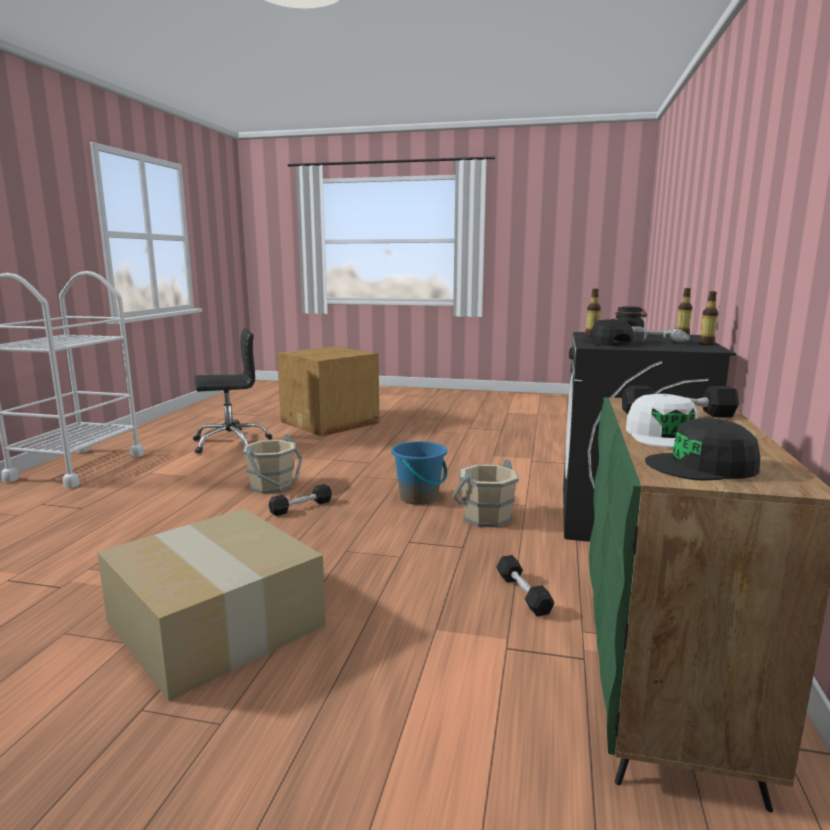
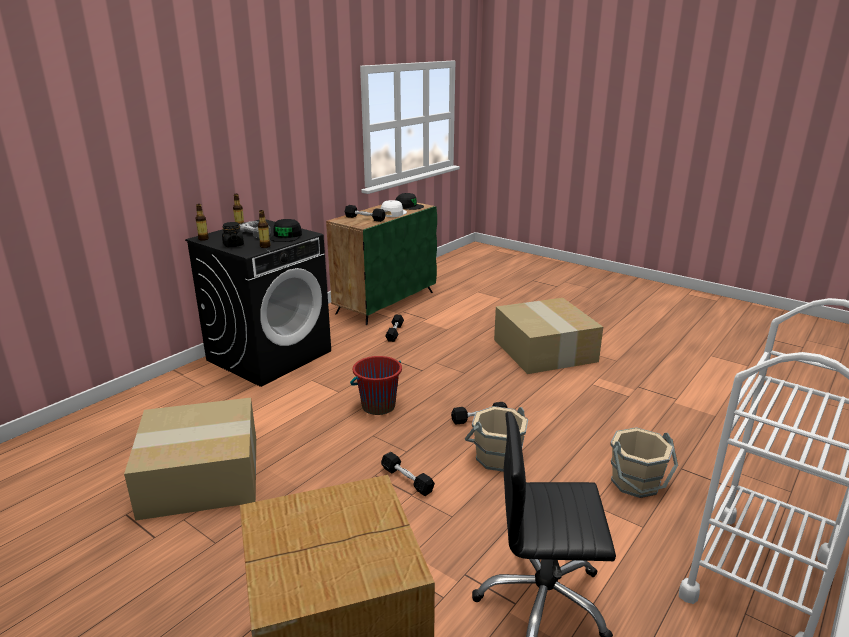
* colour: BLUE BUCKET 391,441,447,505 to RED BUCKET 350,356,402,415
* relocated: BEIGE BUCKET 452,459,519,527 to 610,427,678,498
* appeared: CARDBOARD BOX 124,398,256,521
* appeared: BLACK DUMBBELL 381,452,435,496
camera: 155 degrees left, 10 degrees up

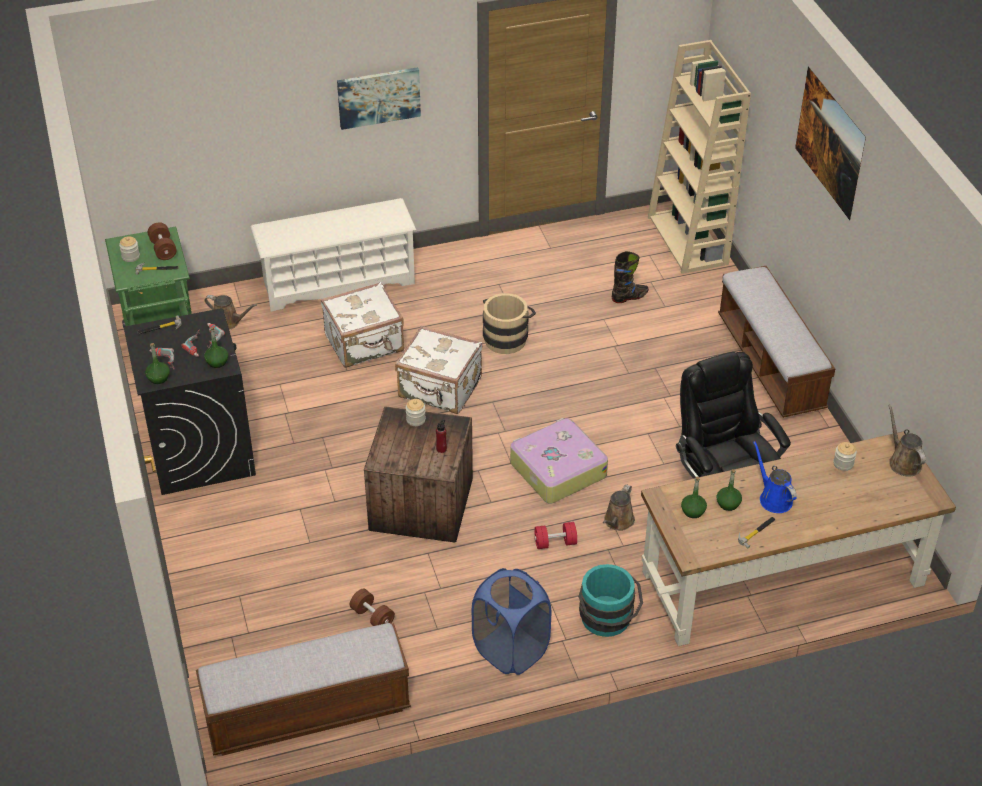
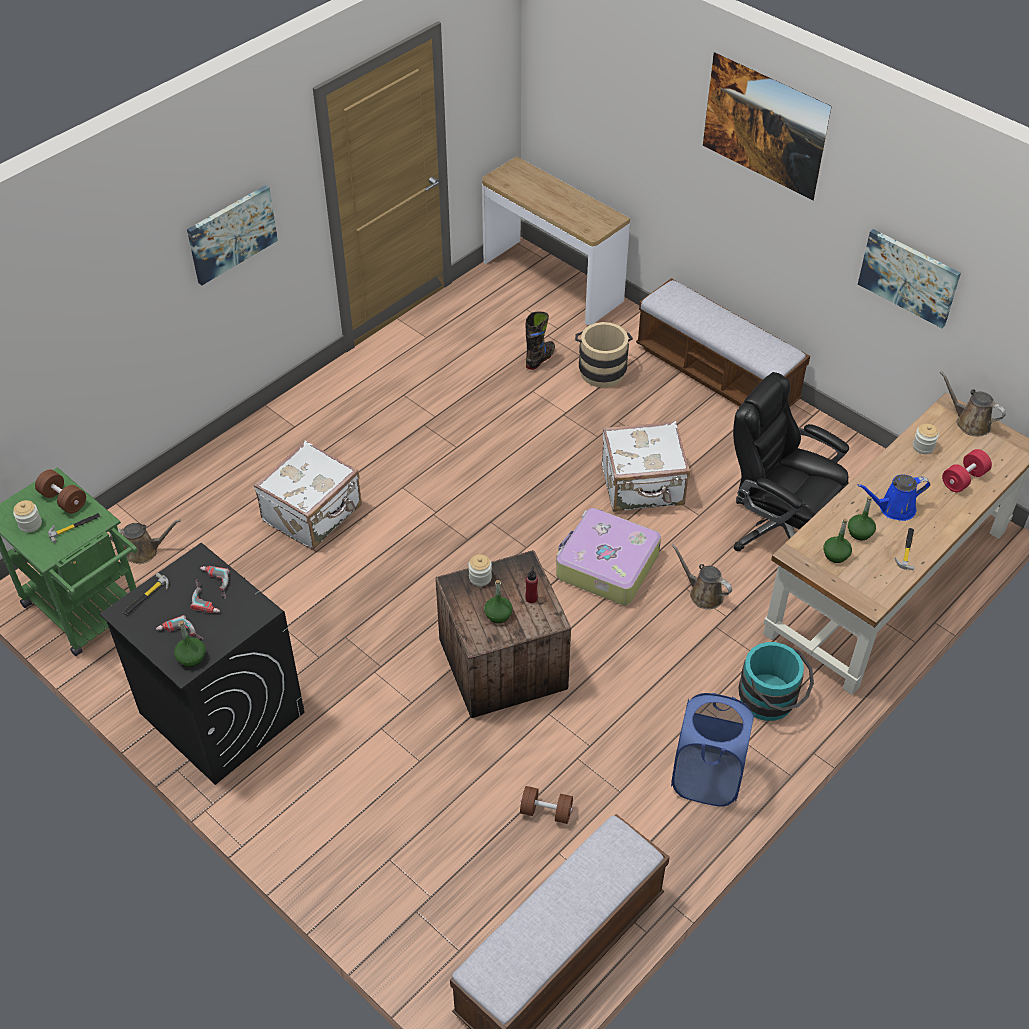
* exchanged: BEIGE BOOKCASE 648,40,751,274 to CONSOLE TABLE 482,156,630,325
* missing: WHITE SHOE RACK 251,198,416,312
* relocated: BEIGE BUCKET 483,293,536,354 to 575,322,633,388
* relocated: WHITE SUITCASE 395,326,482,414 to 602,421,690,512
* relocated: GREEN BOTTLE 204,327,228,368 to 484,580,513,623
* spun: BLUE WATERING CAN 753,441,797,513 = 858,475,930,521 45 degrees counterclockwise
* spun: BROWN WATERING CAN 603,484,635,531 = 671,544,732,609 135 degrees clockwise
* relocated: RED DUMBBELL 534,522,577,549 to 942,449,992,493
* appeared: PICTURE 858,229,961,328
camera: 30 degrees left, 5 degrees up

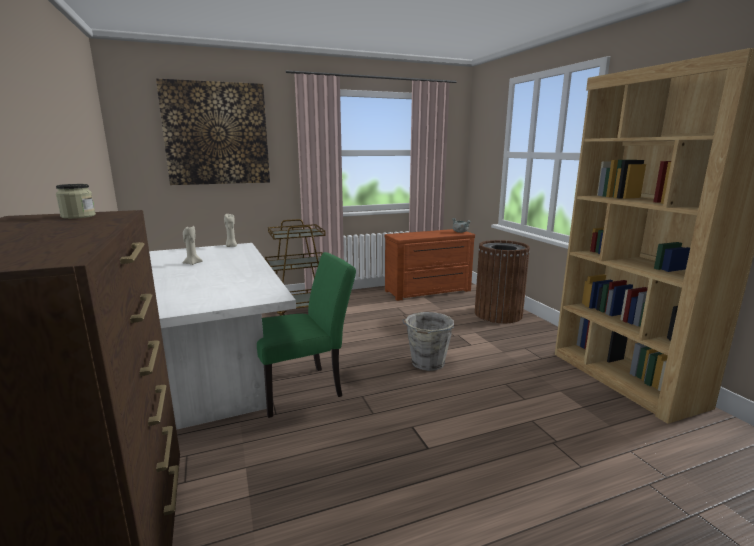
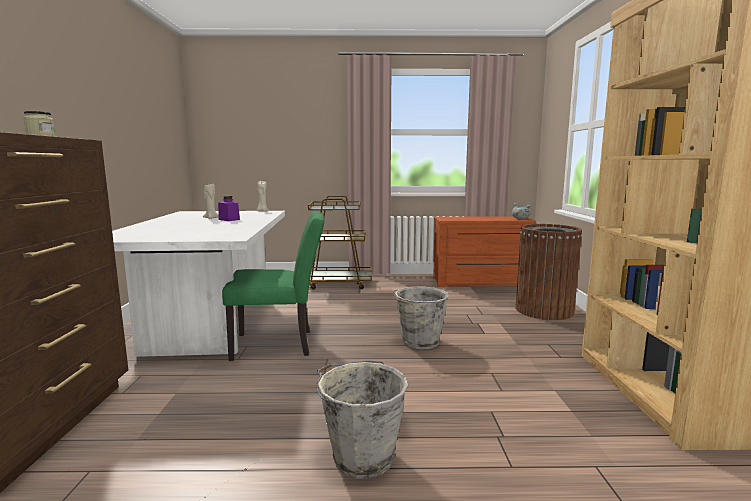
* missing: PICTURE 156,79,270,185
* appeared: PURPLE JAR 218,196,240,221
* appeared: GREY BUCKET 316,360,408,478
camera: 20 degrees right, 5 degrees down

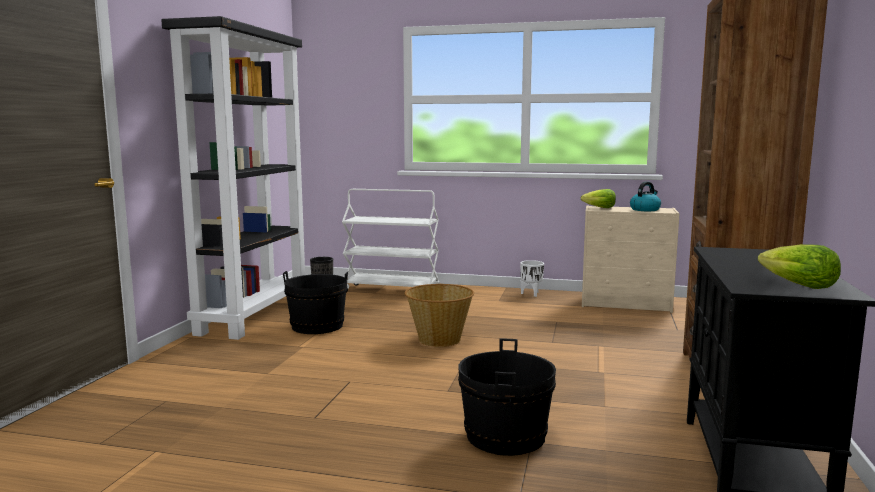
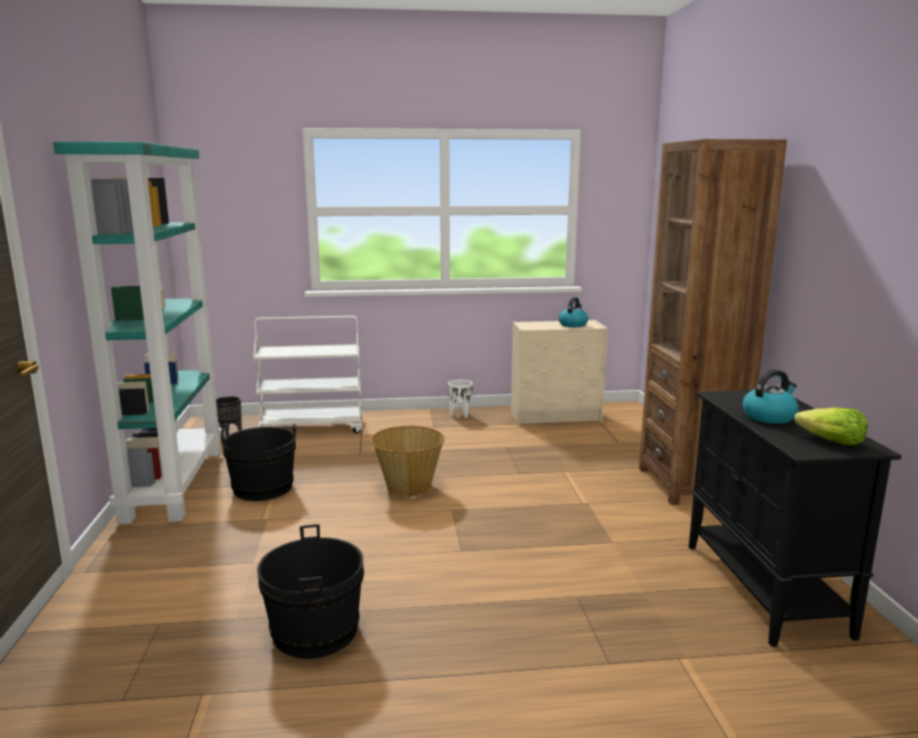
* colour: BLACK BOOKCASE 161,16,305,340 to TURQUOISE BOOKCASE 53,142,222,524
* missing: LETTUCE 581,189,616,208
* relocated: BLACK BUCKET 458,339,556,456 to 257,524,364,659
* appeared: KETTLE 742,369,798,424
camera: 20 degrees left, 5 degrees up

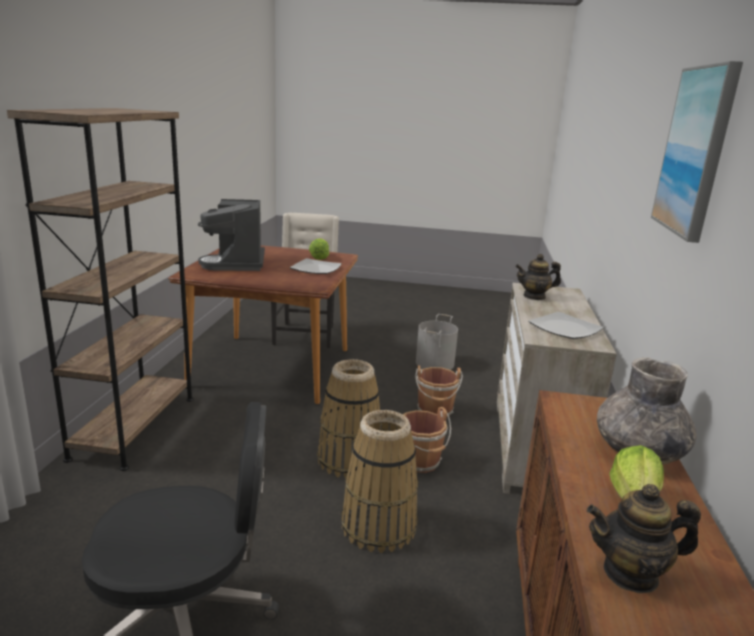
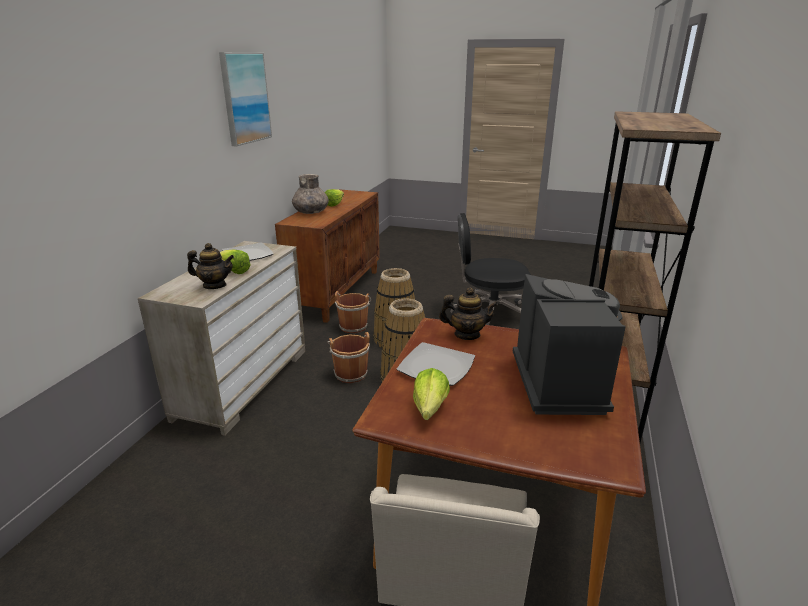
* missing: GREY BUCKET 416,314,458,370
* relocated: BROWN BUCKET 415,365,463,417 to 335,291,371,333
* relocated: TEAPOT 587,484,701,593 to 439,287,498,340
* appeared: LETTUCE 220,249,251,274
camera: 170 degrees left, 5 degrees up

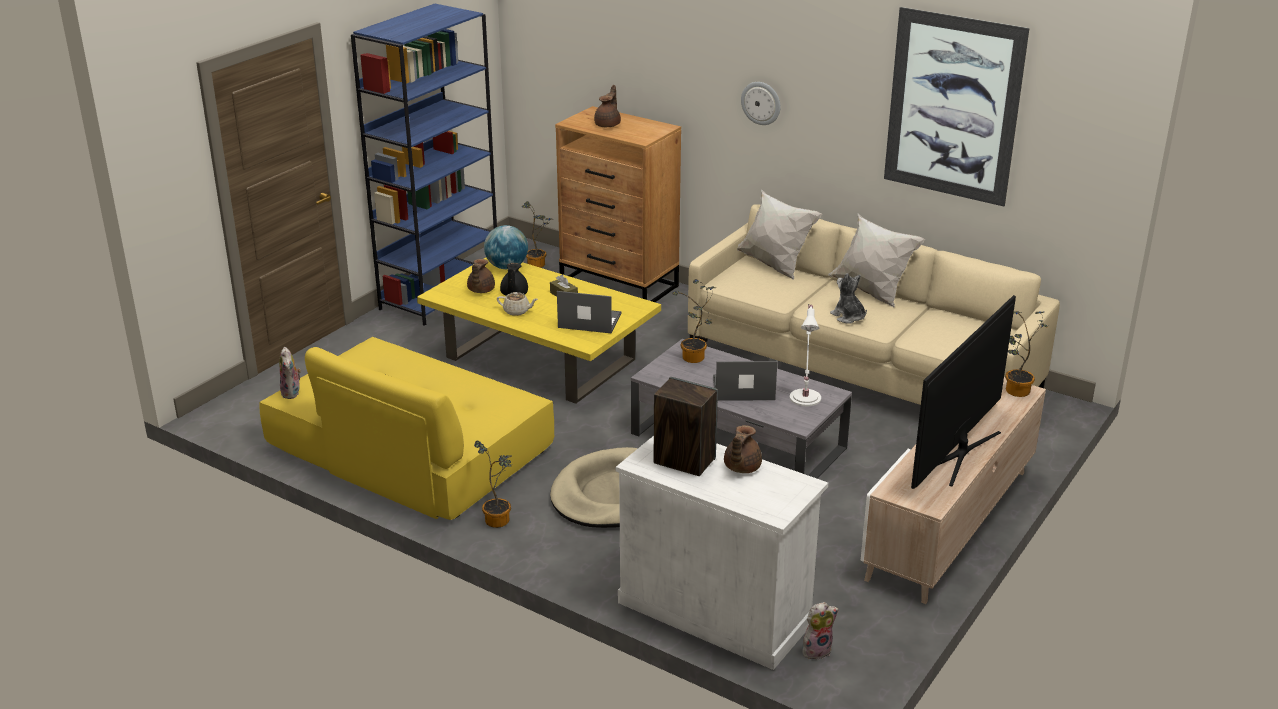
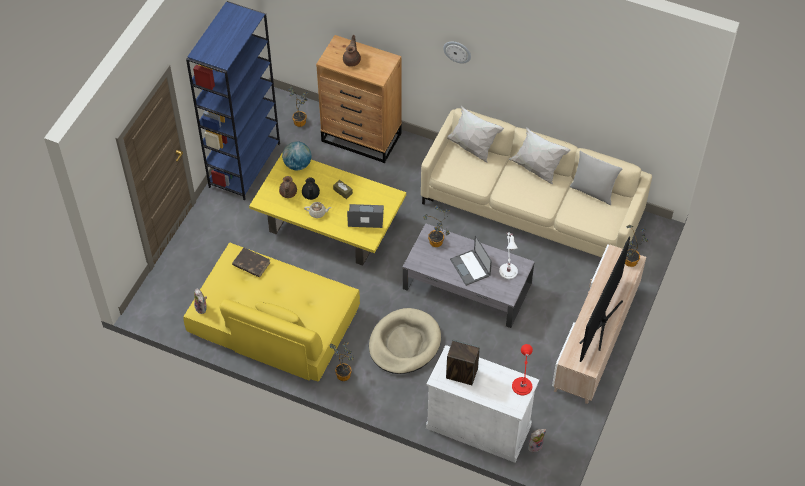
* missing: PICTURE 884,7,1030,207
* missing: PLUSH TOY 830,273,867,324
* spun: LAPTOP 713,361,777,401 = 450,235,492,286 105 degrees counterclockwise
* missing: BROWN TEAPOT 724,425,762,473
* appeared: GREY PILLOW 570,151,622,205
* appeared: BROWN BOOK 232,248,271,277
* appeared: RED TABLE LAMP 512,344,533,395
camera: 10 degrees left, 25 degrees up

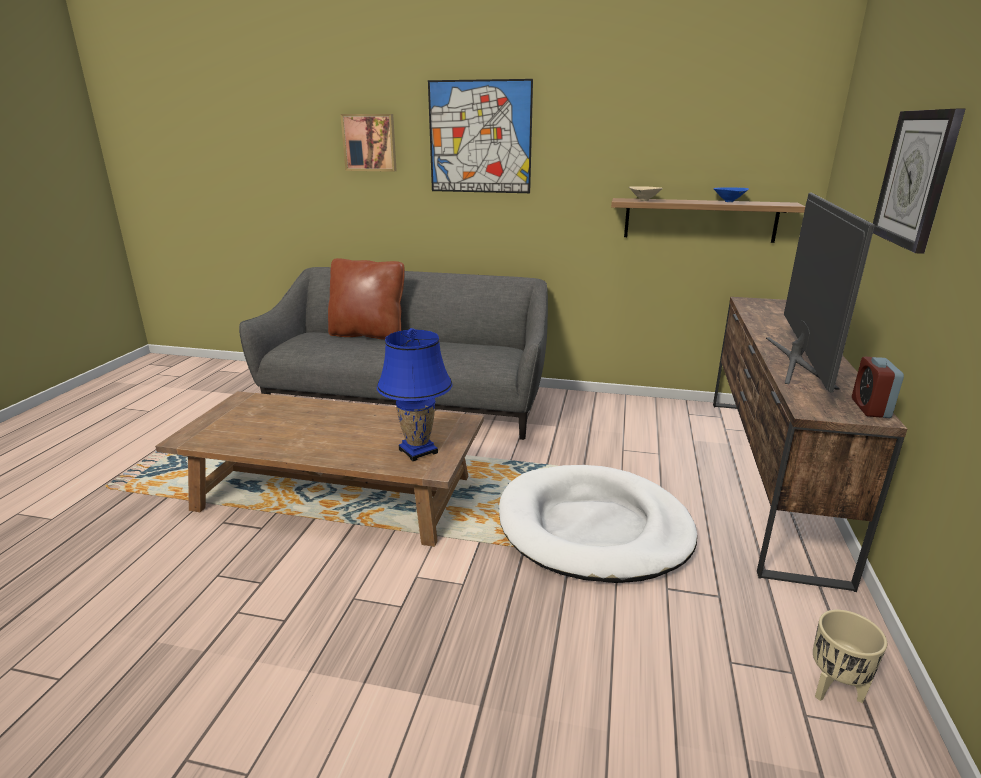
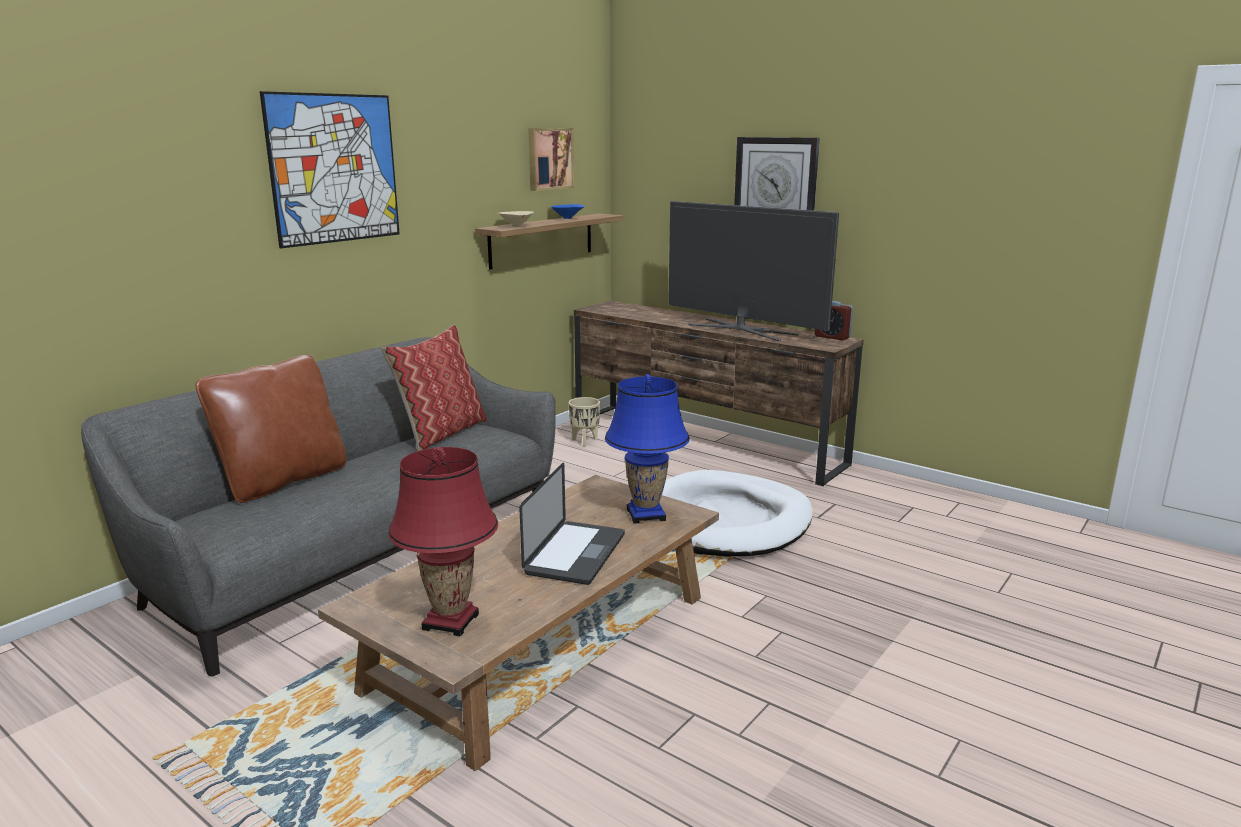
* relocated: PICTURE 340,114,397,172 to 528,128,575,191
* relocated: BEIGE PLANTER 813,610,887,703 to 569,397,600,446
* appeared: PILLOW 381,325,487,451
* appeared: RED TABLE LAMP 388,447,498,637
* appeared: LAPTOP 519,463,625,585
camera: 65 degrees left, 5 degrees down

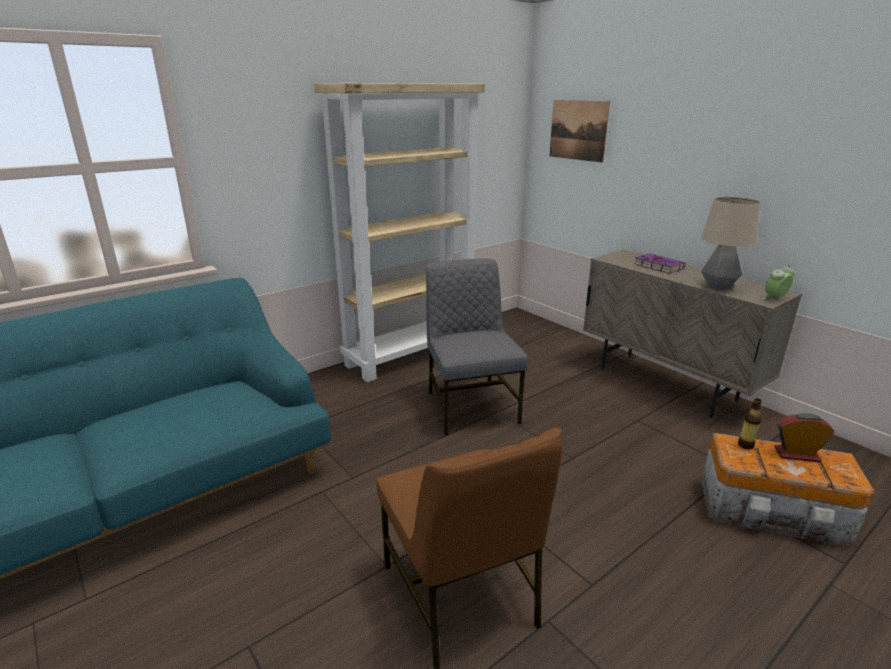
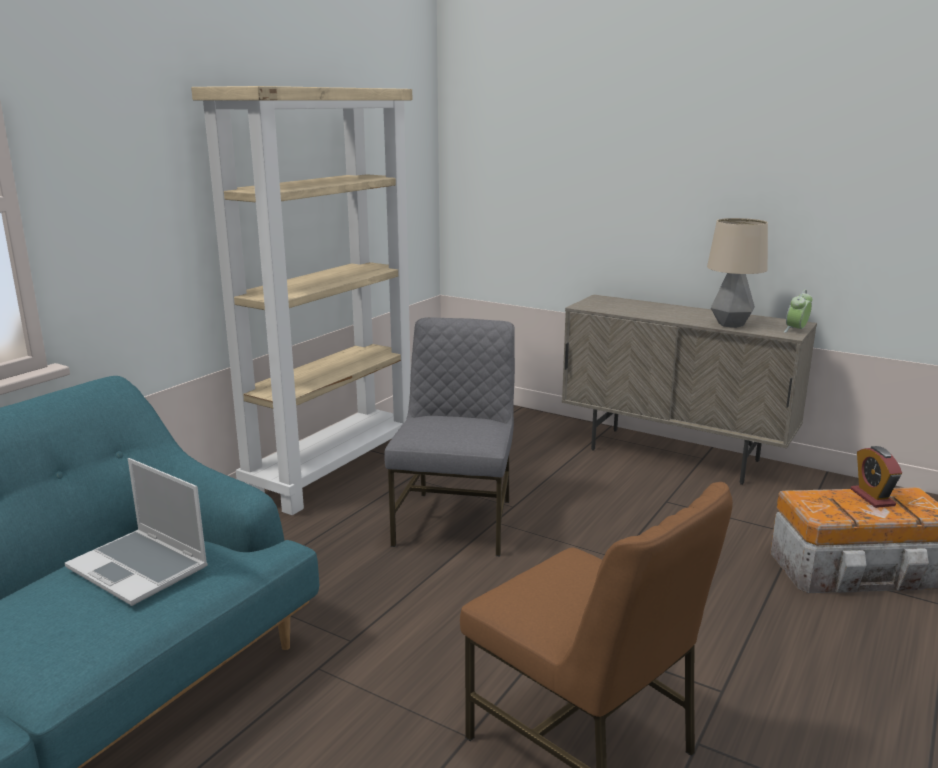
* missing: PICTURE 550,100,610,163
* missing: PURPLE BOOK 634,253,686,273
* spun: GREY CHAIR 426,258,528,436 = 384,317,515,556 45 degrees clockwise
* missing: BOTTLE 738,398,762,449
* spun: ALARM CLOCK 774,413,835,462 = 851,446,902,508 90 degrees counterclockwise
* appeared: LAPTOP 65,458,208,606
camera: 20 degrees left, 5 degrees down

